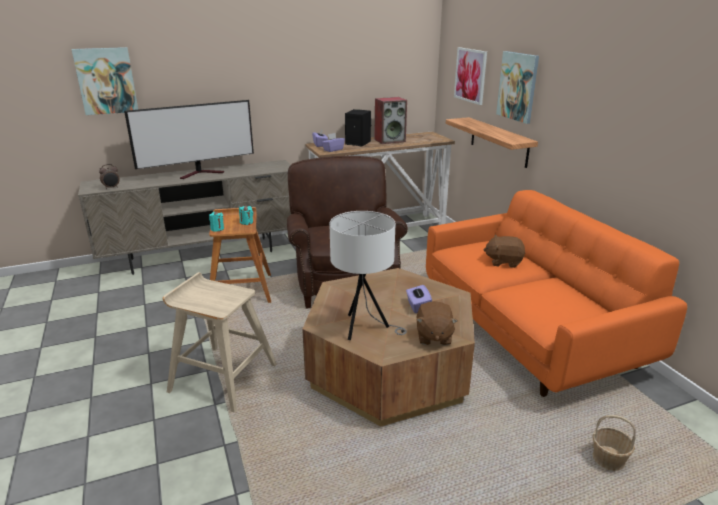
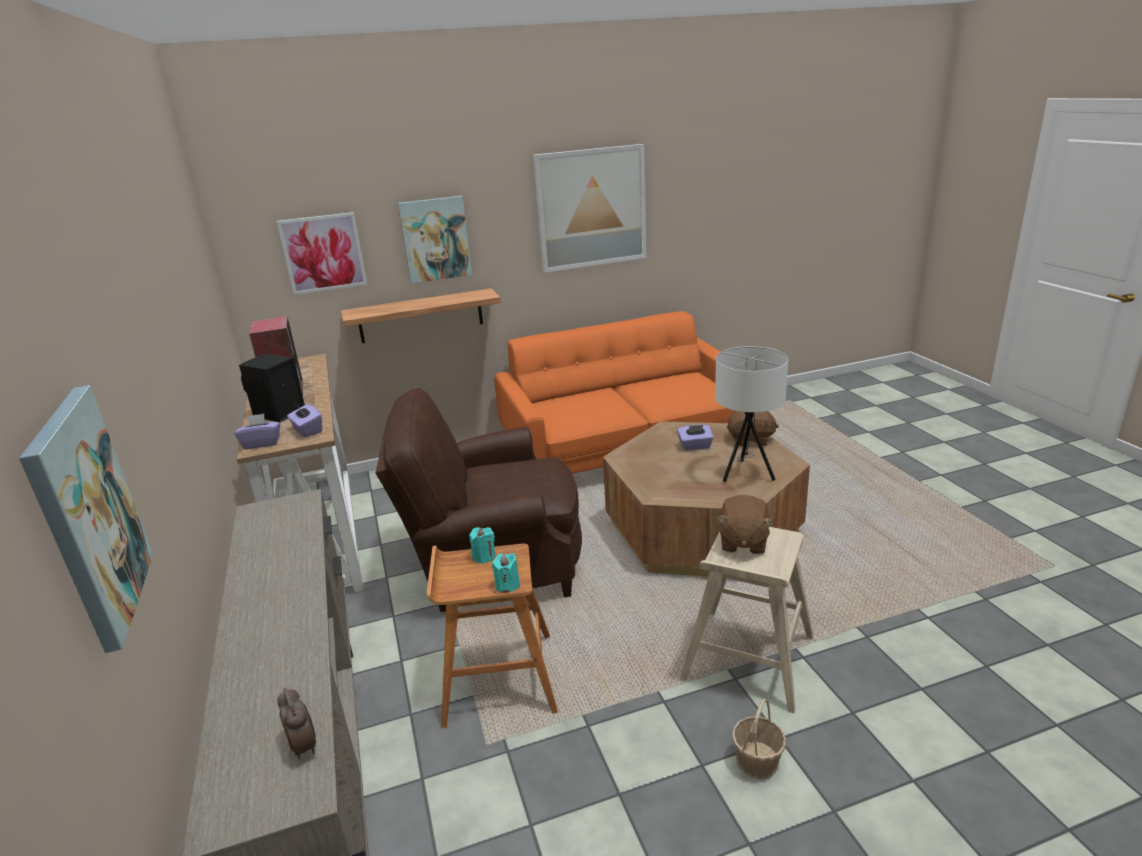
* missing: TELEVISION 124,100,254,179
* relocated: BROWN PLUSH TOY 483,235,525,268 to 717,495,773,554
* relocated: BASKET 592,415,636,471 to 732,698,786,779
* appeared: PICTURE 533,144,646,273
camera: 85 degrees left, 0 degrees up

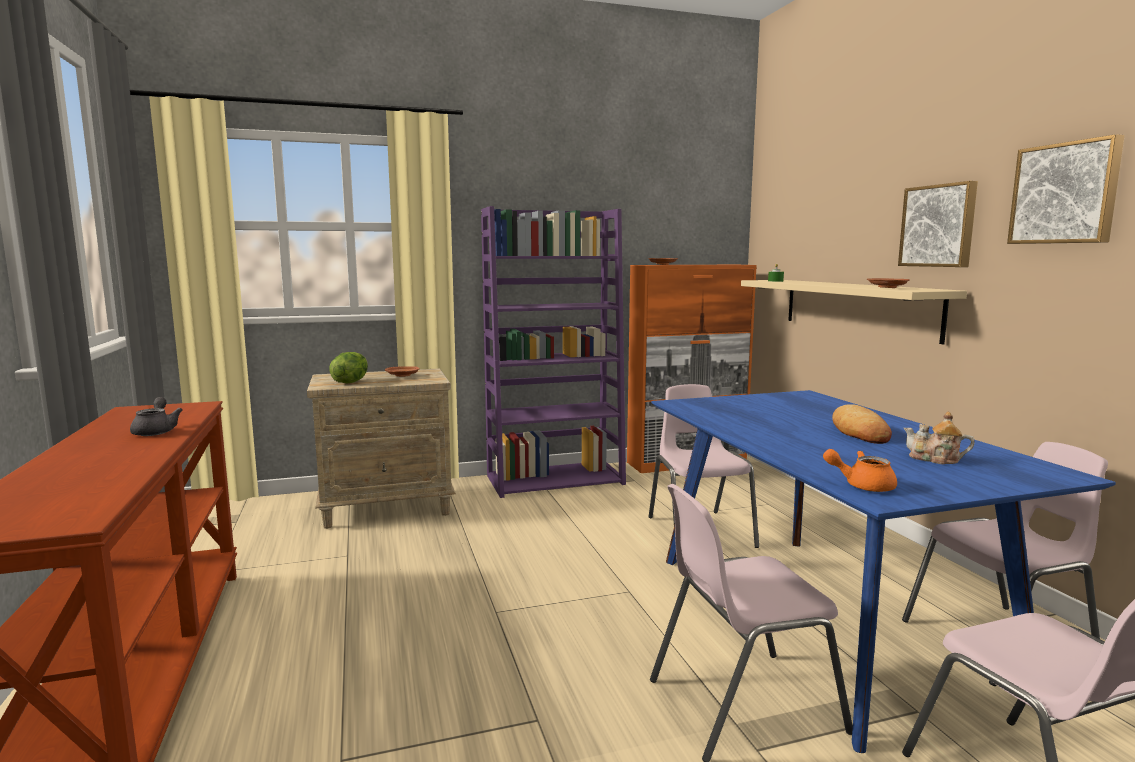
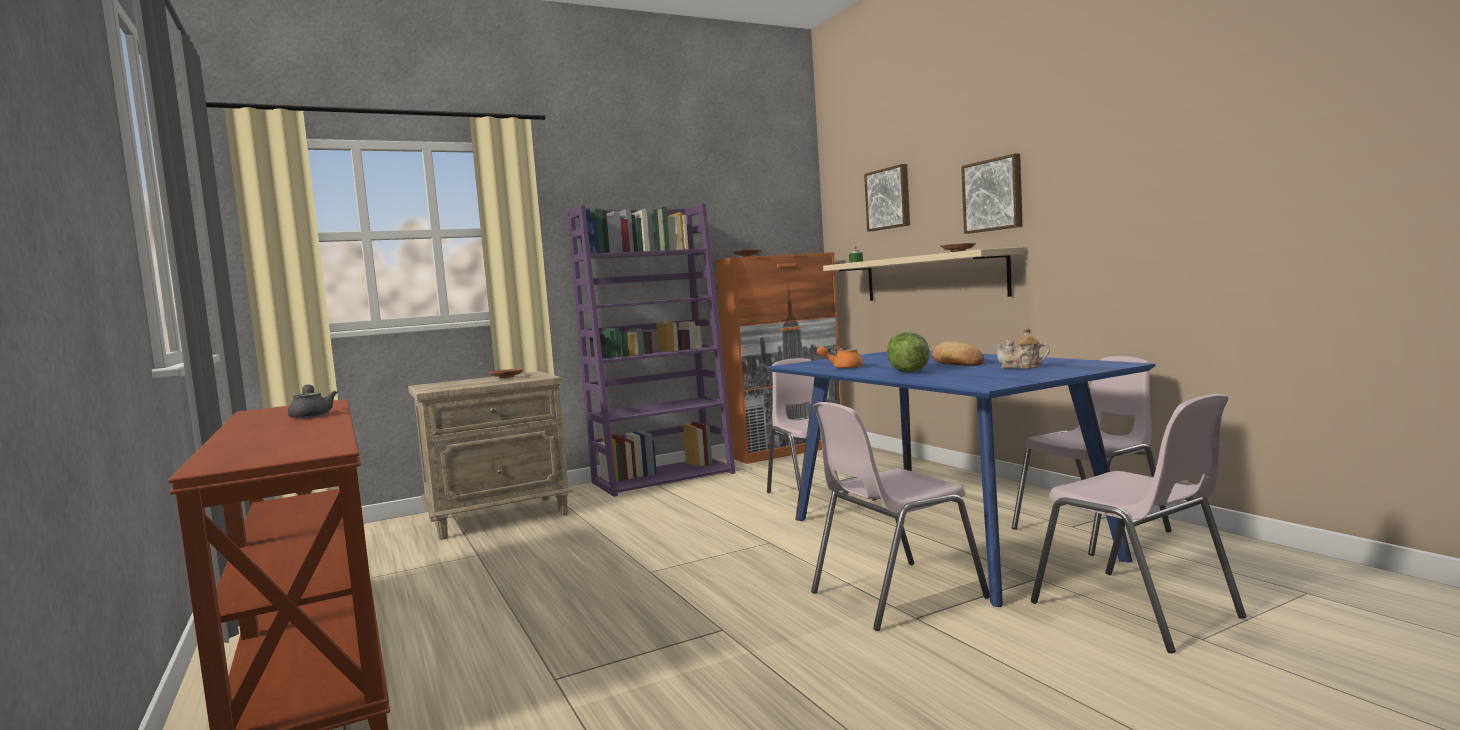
* relocated: PICTURE 1007,134,1125,244 to 864,164,910,231
* relocated: LETTUCE 329,352,368,383 to 887,332,930,373
* relocated: ORANGE TEAPOT 823,449,897,492 to 817,346,863,369
camera: 10 degrees left, 5 degrees down

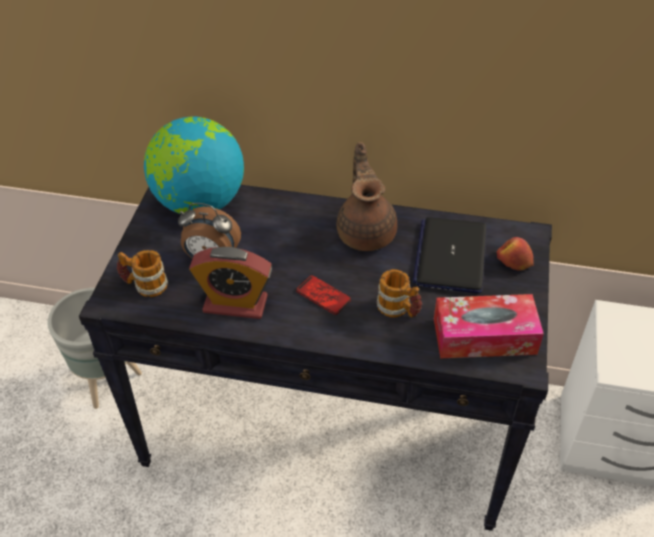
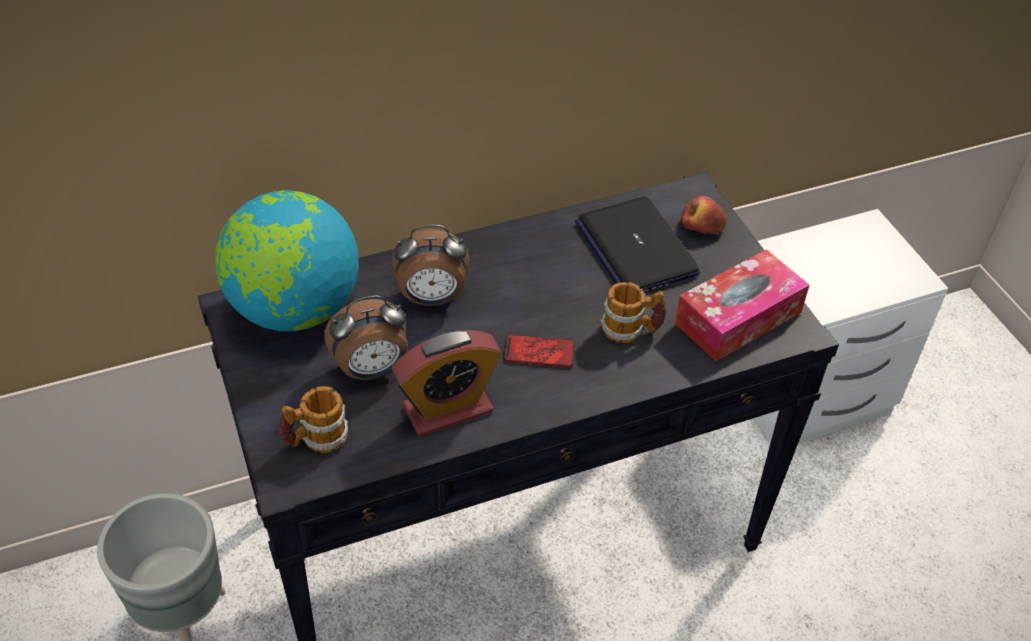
* missing: BROWN TEAPOT 337,142,397,251
* appeared: ALARM CLOCK 392,225,469,306
camera: 35 degrees left, 0 degrees up

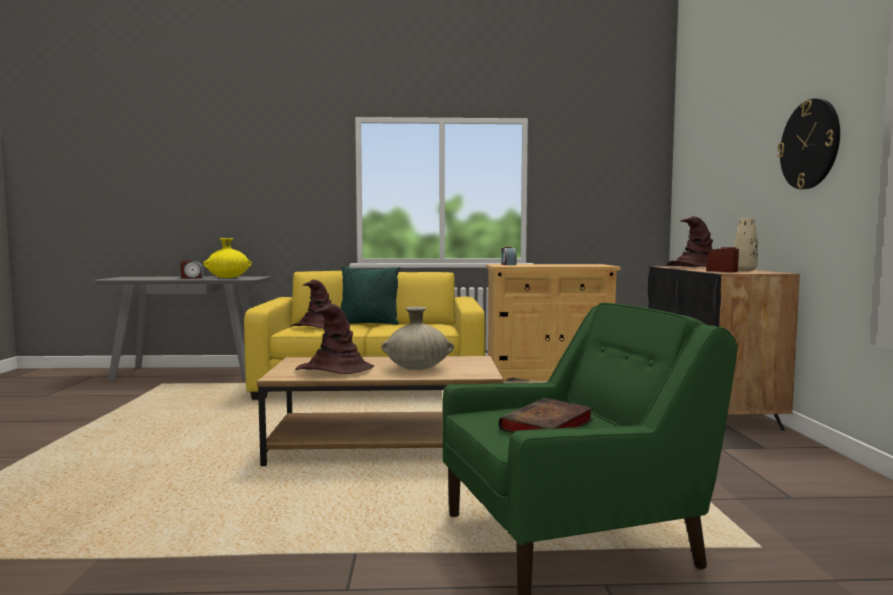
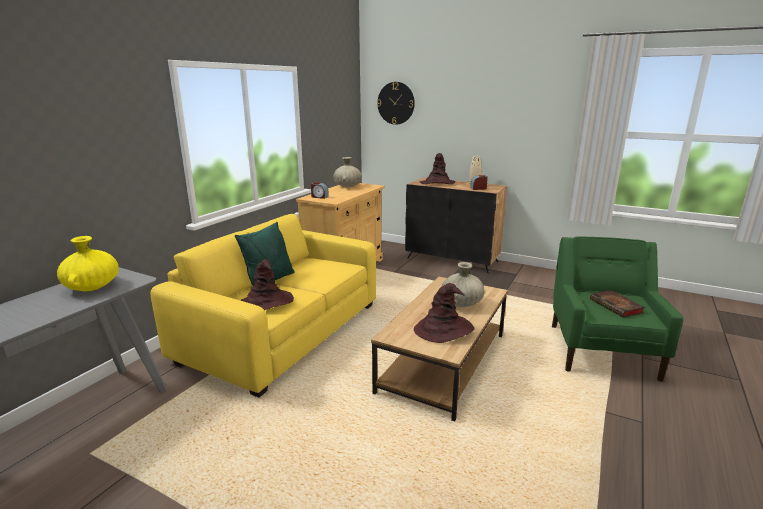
* relocated: WALL CLOCK 777,98,840,189 to 377,82,415,125
* missing: ALARM CLOCK 181,260,204,278
* appeared: BEIGE VASE 333,157,362,187
camera: 60 degrees left, 15 degrees up

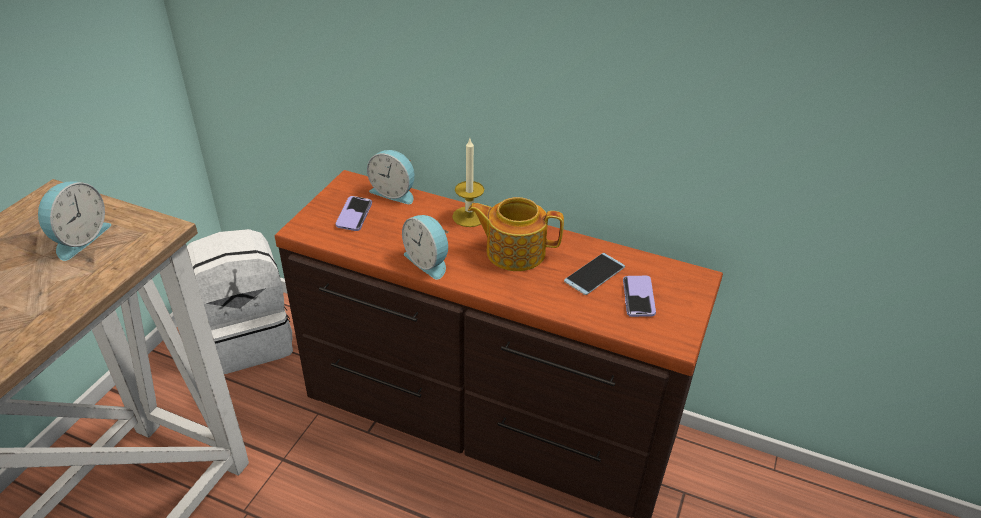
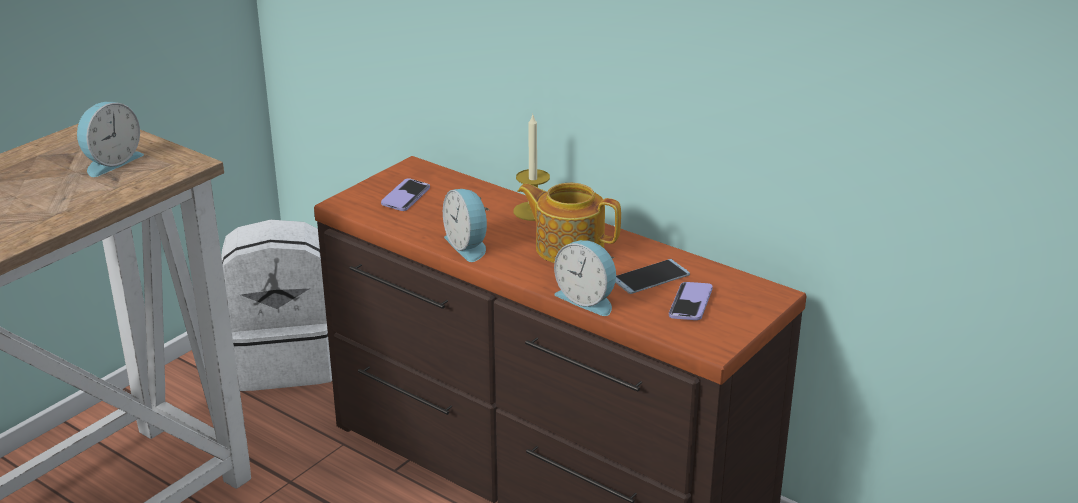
* relocated: ALARM CLOCK 367,150,415,204 to 554,240,616,316
camera: 15 degrees right, 10 degrees down

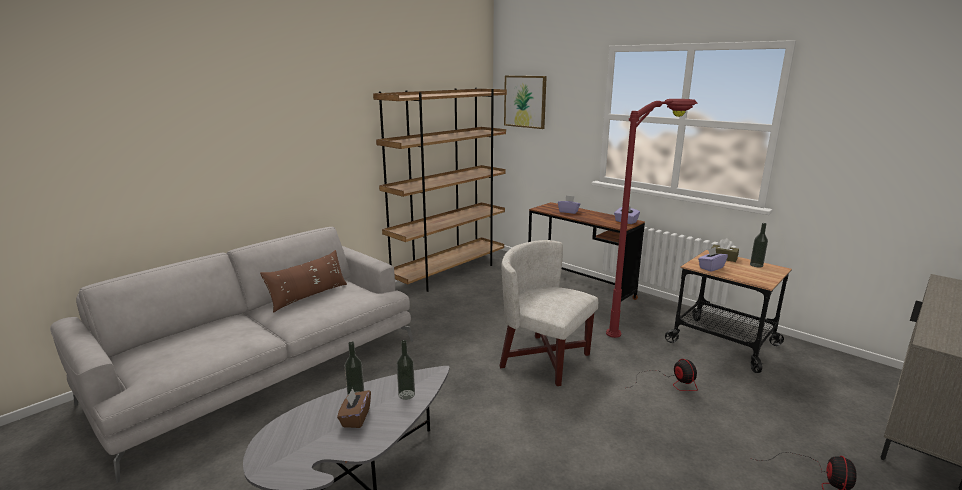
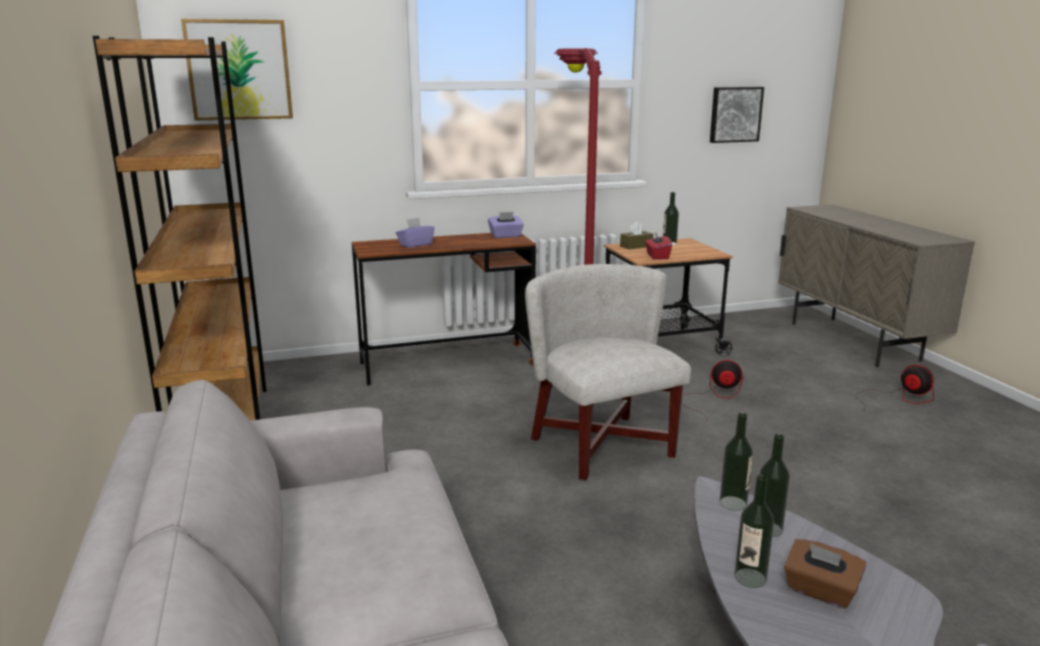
* spun: WHITE ARMCHAIR 499,240,598,386 = 525,264,691,480 90 degrees clockwise
* colour: PURPLE TISSUE BOX 698,247,728,272 to RED TISSUE BOX 645,232,672,260
* missing: BROWN PILLOW 260,250,347,313
* appeared: PICTURE 710,87,764,143
* appeared: BOTTLE 720,413,753,511
camera: 60 degrees left, 0 degrees up

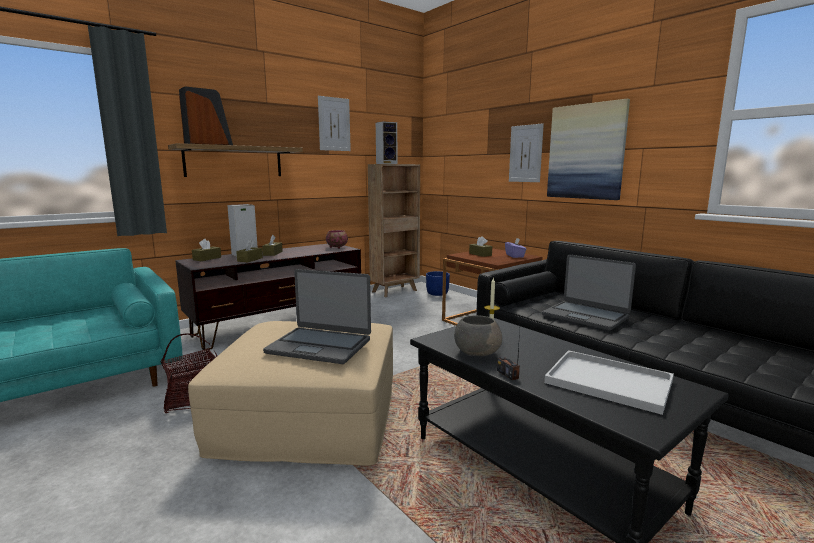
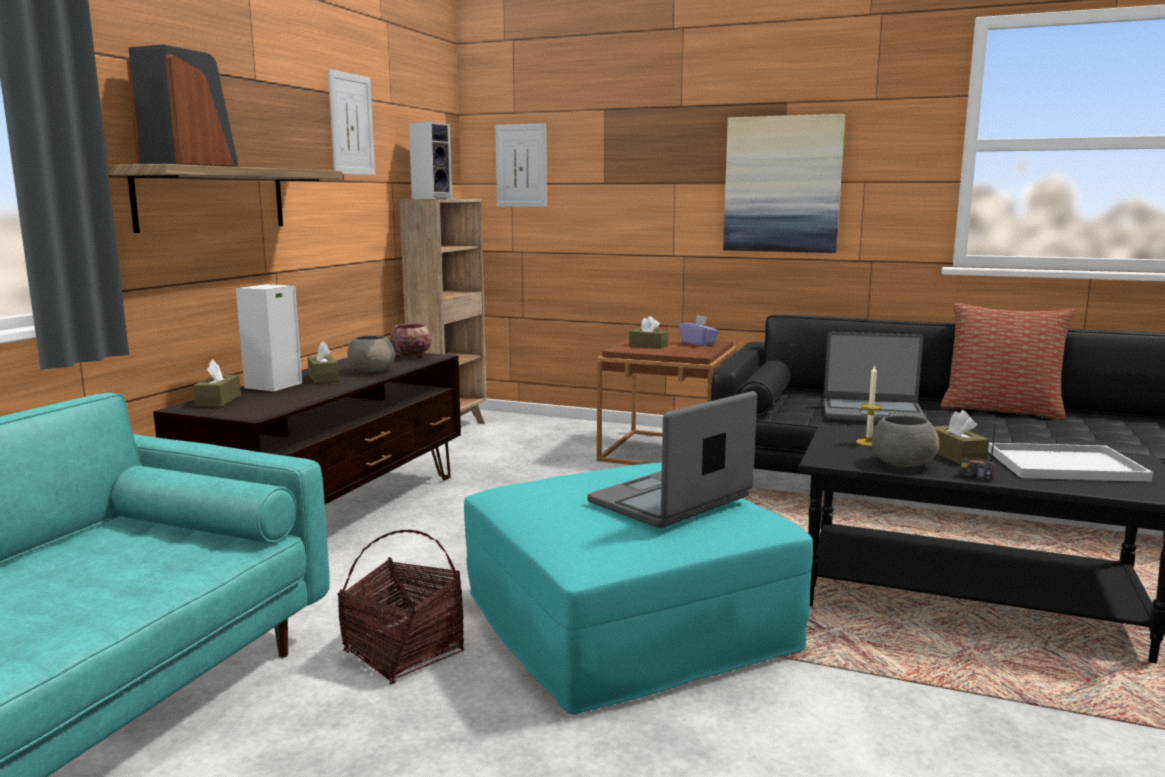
* relocated: PICTURE 509,123,544,182 to 495,123,547,207
* relocated: BROWN TISSUE BOX 236,239,263,262 to 934,410,989,464
* spun: LAPTOP 263,269,371,364 = 587,391,757,528 150 degrees clockwise
* missing: BLUE PLANTER 426,271,450,296
* colour: BEIGE OTTOMAN 188,321,393,466 to TURQUOISE OTTOMAN 464,463,813,714
* appeared: PILLOW 941,303,1075,420
* appeared: GREY BOWL 347,335,395,372
camera: 30 degrees left, 0 degrees up

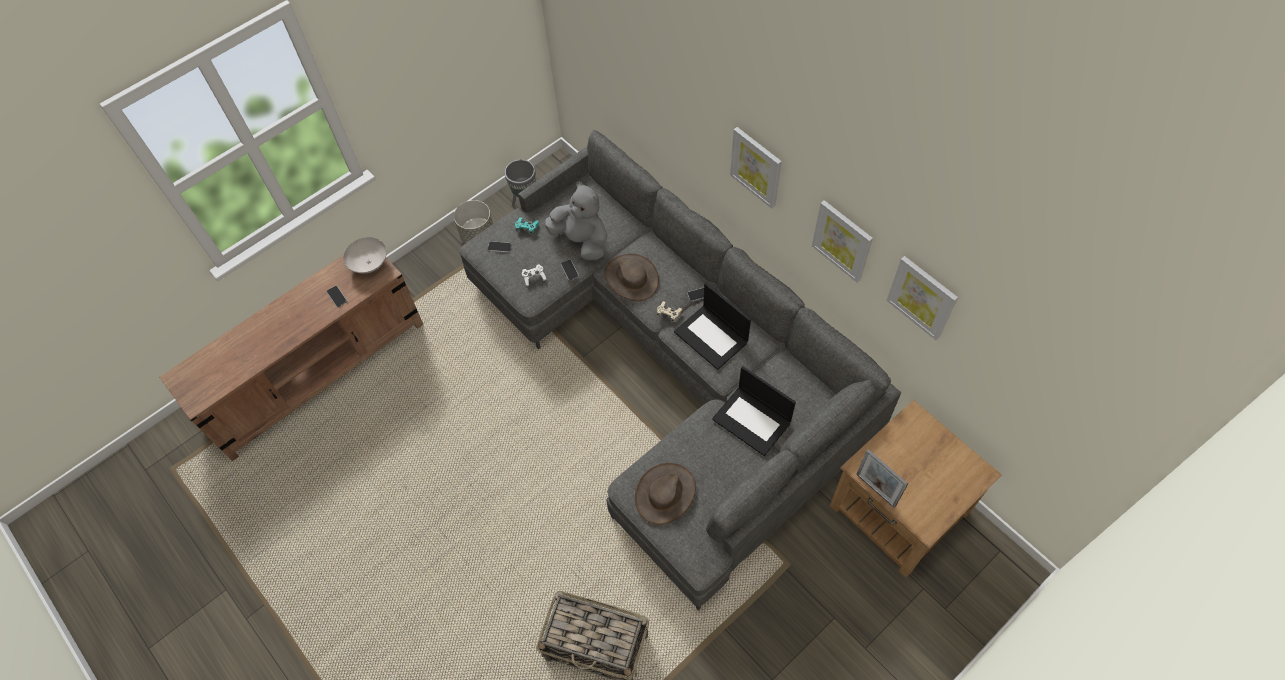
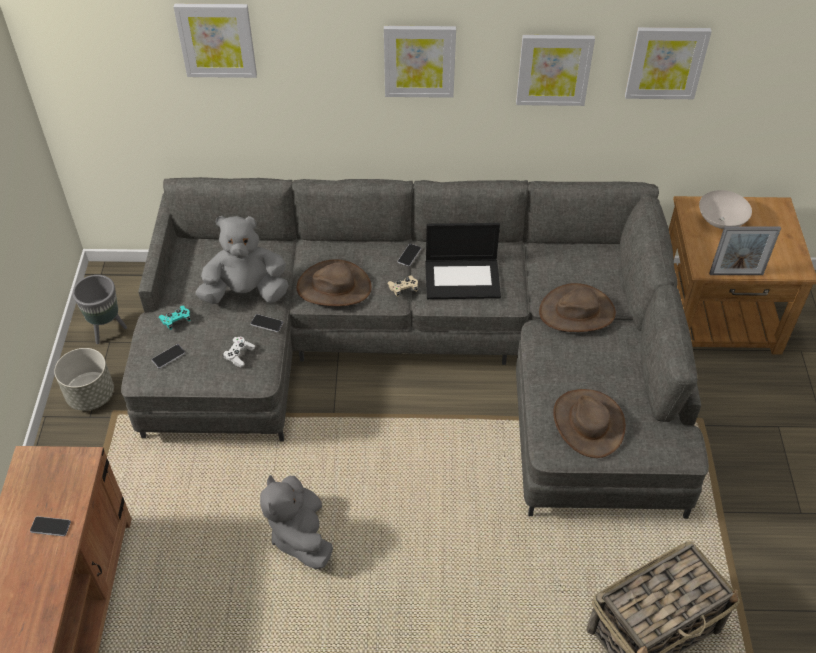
* relocated: WHITE BOWL 343,237,387,274 to 699,190,752,229
* exchanged: LAPTOP 712,366,796,456 to BROWN HAT 539,283,616,332
* appeared: PICTURE 174,4,257,78
* appeared: GREY PLUSH TOY 260,475,333,569
camera: 50 degrees left, 10 degrees down

